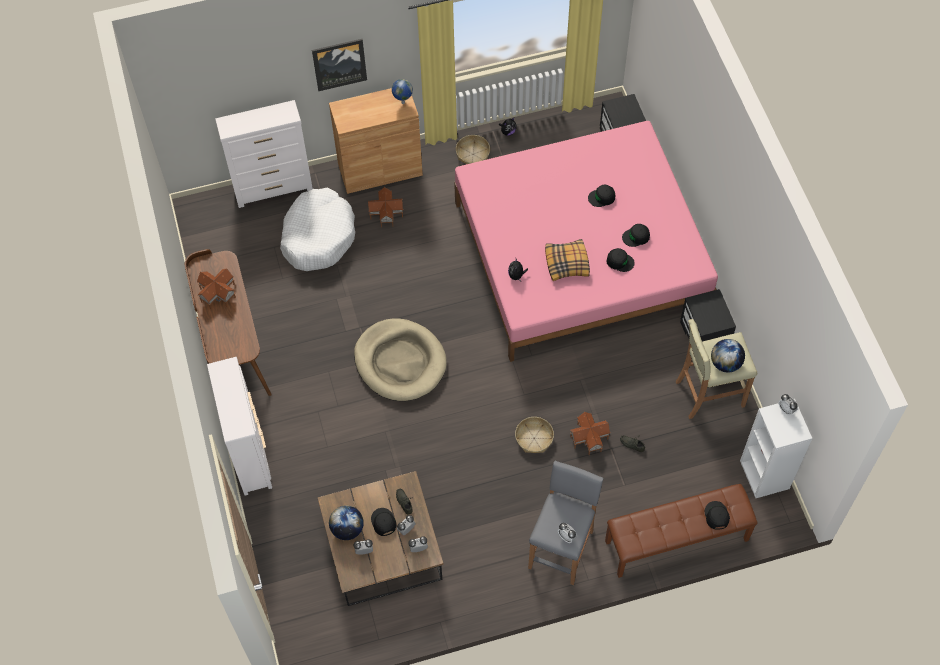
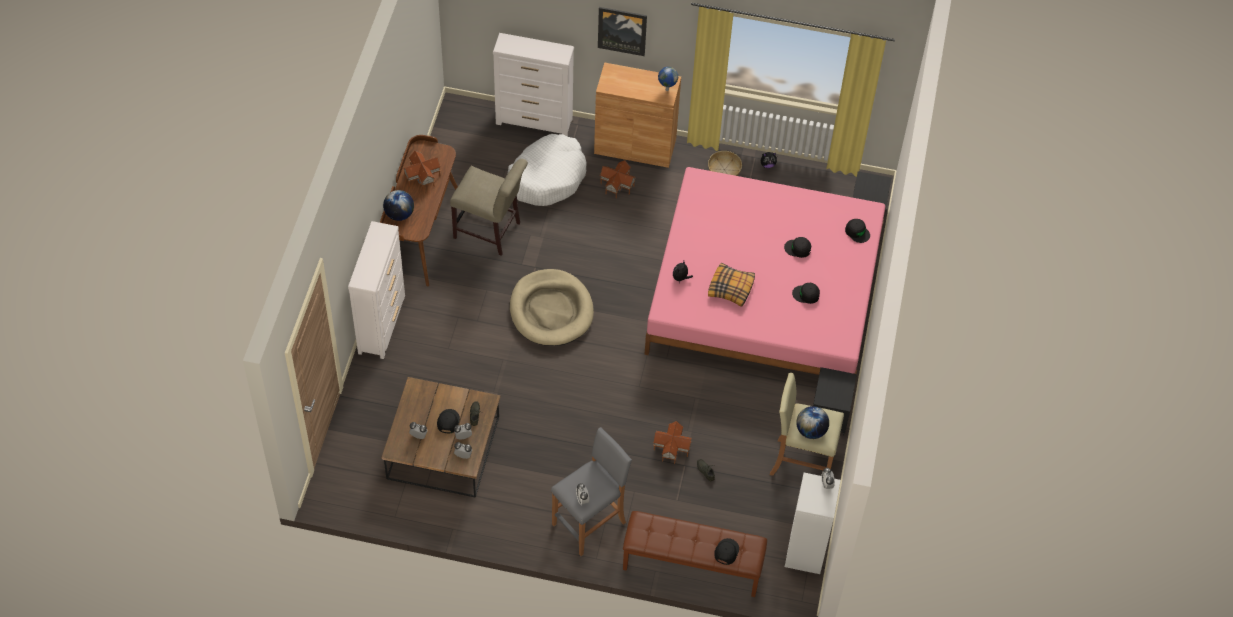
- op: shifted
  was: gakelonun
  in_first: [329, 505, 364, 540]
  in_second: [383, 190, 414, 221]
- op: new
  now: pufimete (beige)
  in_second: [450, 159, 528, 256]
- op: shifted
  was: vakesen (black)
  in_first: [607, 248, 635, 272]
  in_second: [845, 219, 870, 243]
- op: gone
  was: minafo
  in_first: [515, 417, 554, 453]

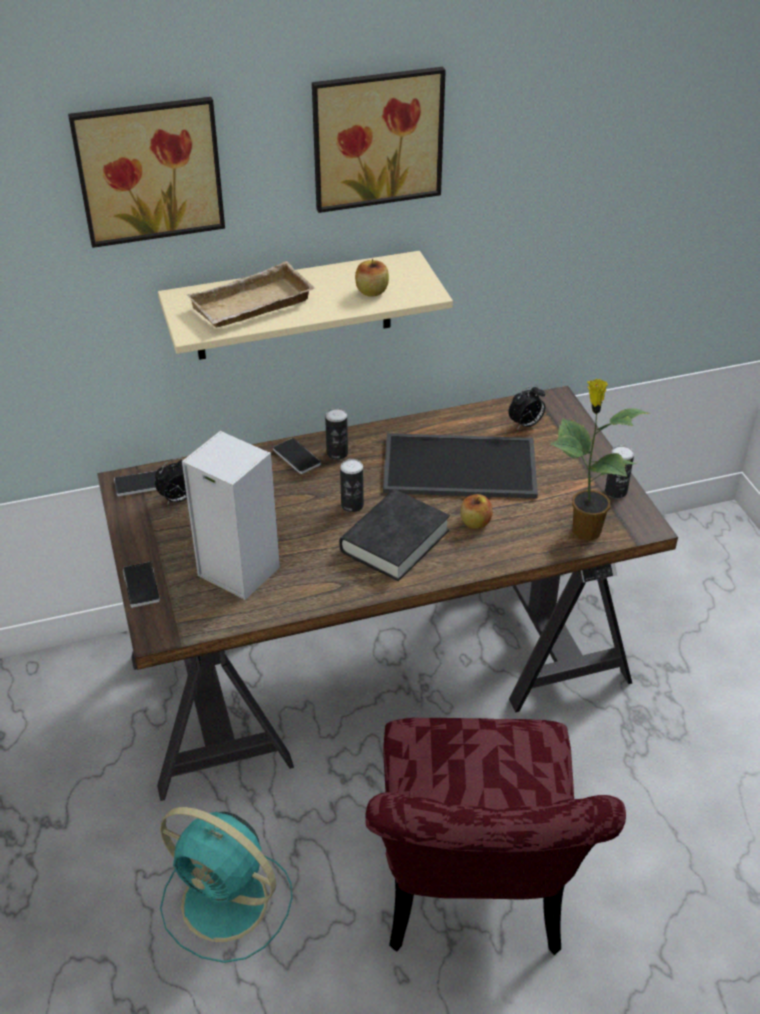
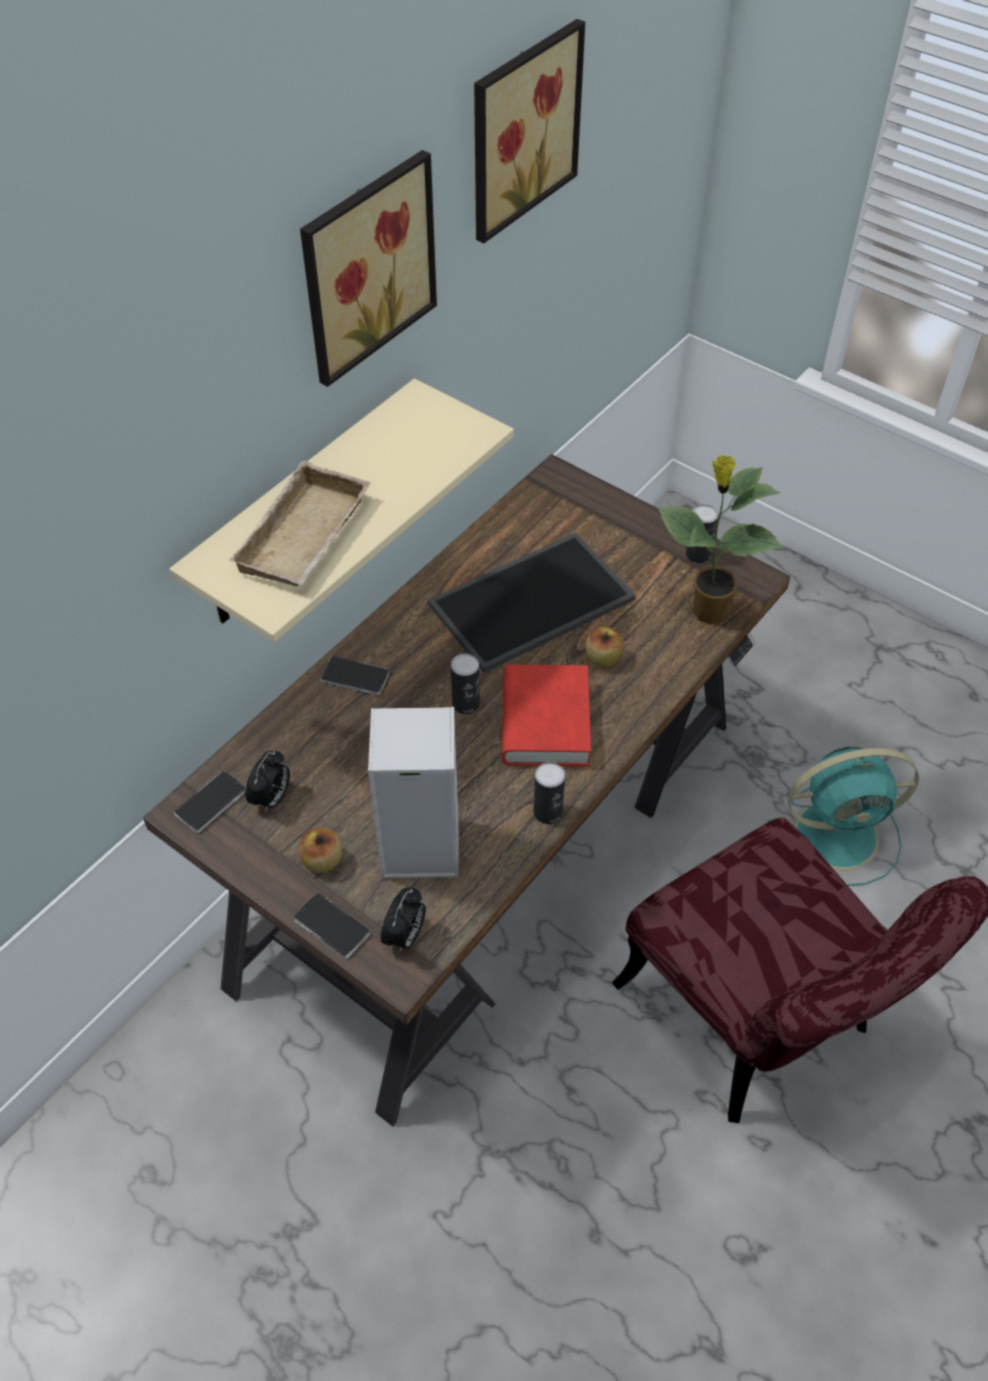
- op: shifted
  was: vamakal
  in_first: [355, 259, 389, 297]
  in_second: [299, 827, 342, 873]
- op: shifted
  was: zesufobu
  in_first: [508, 384, 545, 430]
  in_second: [381, 887, 426, 952]
- op: shifted
  was: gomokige
  in_first: [68, 97, 225, 248]
  in_second: [474, 19, 585, 243]
- op: repainted
  was: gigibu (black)
  now: gigibu (red)
  in_first: [339, 490, 450, 581]
  in_second: [502, 665, 591, 766]
- op: shifted
  was: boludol
  in_first: [325, 408, 348, 460]
  in_second: [533, 762, 565, 824]
- op: shifted
  was: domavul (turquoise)
  in_first: [160, 807, 292, 963]
  in_second: [768, 747, 919, 886]

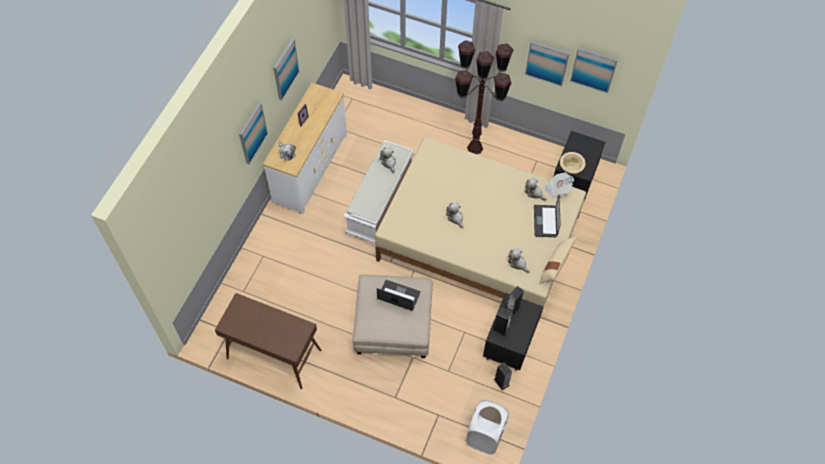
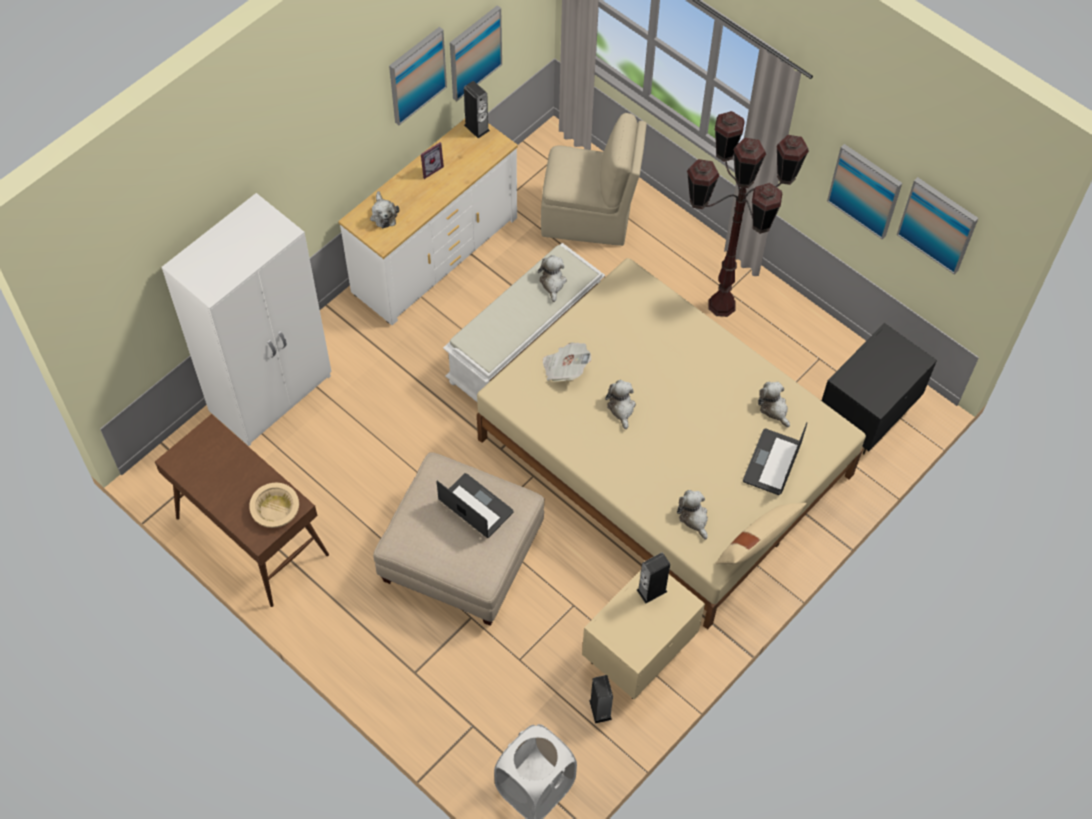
- op: new
  now: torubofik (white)
  in_second: [162, 193, 332, 446]
- op: shifted
  was: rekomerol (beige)
  in_first: [560, 152, 585, 174]
  in_second: [249, 483, 299, 528]
- op: shifted
  was: gomokige
  in_first: [239, 103, 268, 165]
  in_second: [450, 5, 502, 101]
- op: shifted
  was: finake
  in_first: [492, 307, 512, 336]
  in_second: [464, 81, 490, 139]
- op: new
  now: pufimete (beige)
  in_second: [541, 113, 647, 246]
- op: shifted
  was: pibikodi
  in_first: [544, 172, 574, 198]
  in_second: [543, 342, 591, 381]
- op: repainted
  was: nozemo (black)
  now: nozemo (beige)
  in_first: [483, 293, 543, 371]
  in_second: [582, 570, 705, 699]

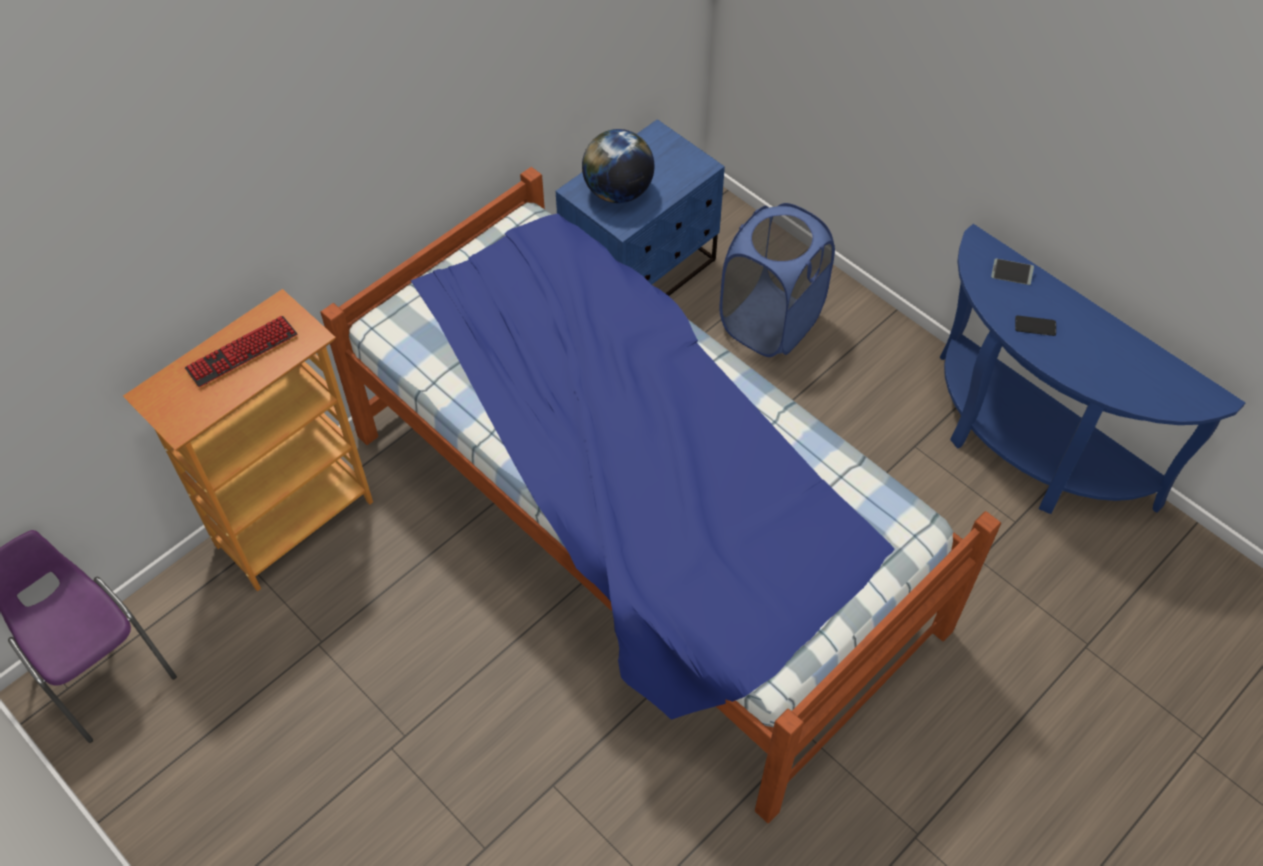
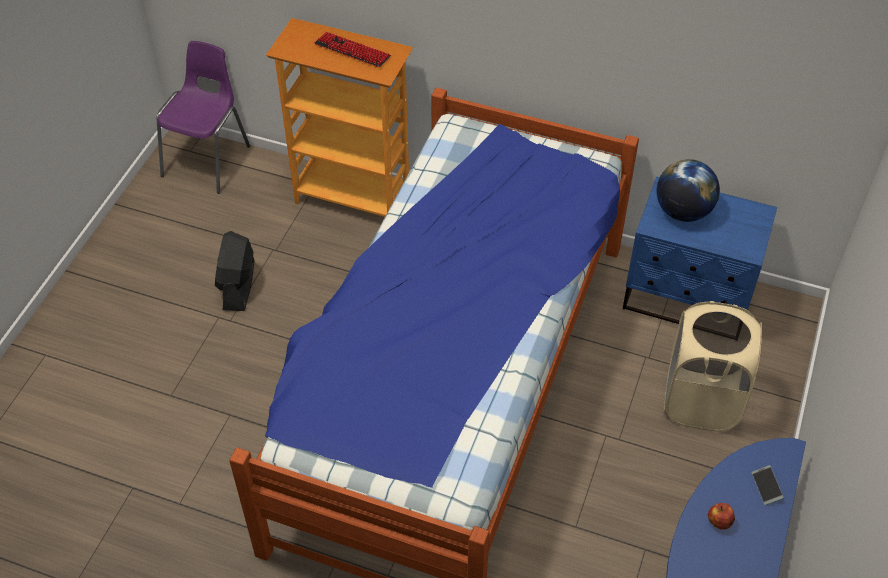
- op: new
  now: domavul (black)
  in_second: [215, 231, 254, 311]
- op: repainted
  was: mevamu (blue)
  now: mevamu (beige)
  in_first: [719, 203, 835, 357]
  in_second: [663, 301, 762, 432]
- op: swapped
  was: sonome
  now: vamakal
  in_first: [1015, 316, 1056, 336]
  in_second: [708, 503, 735, 530]

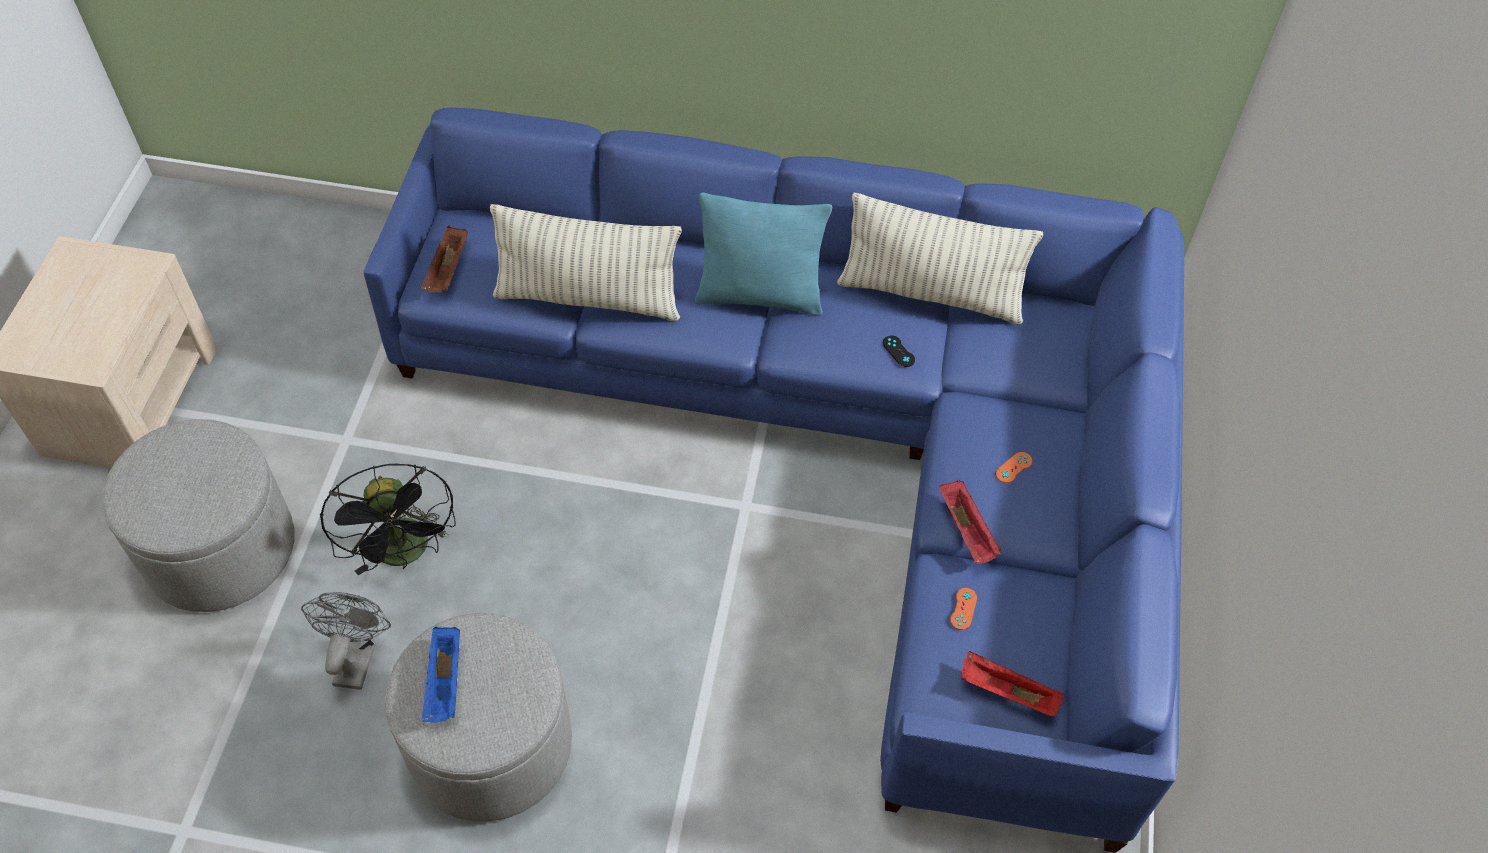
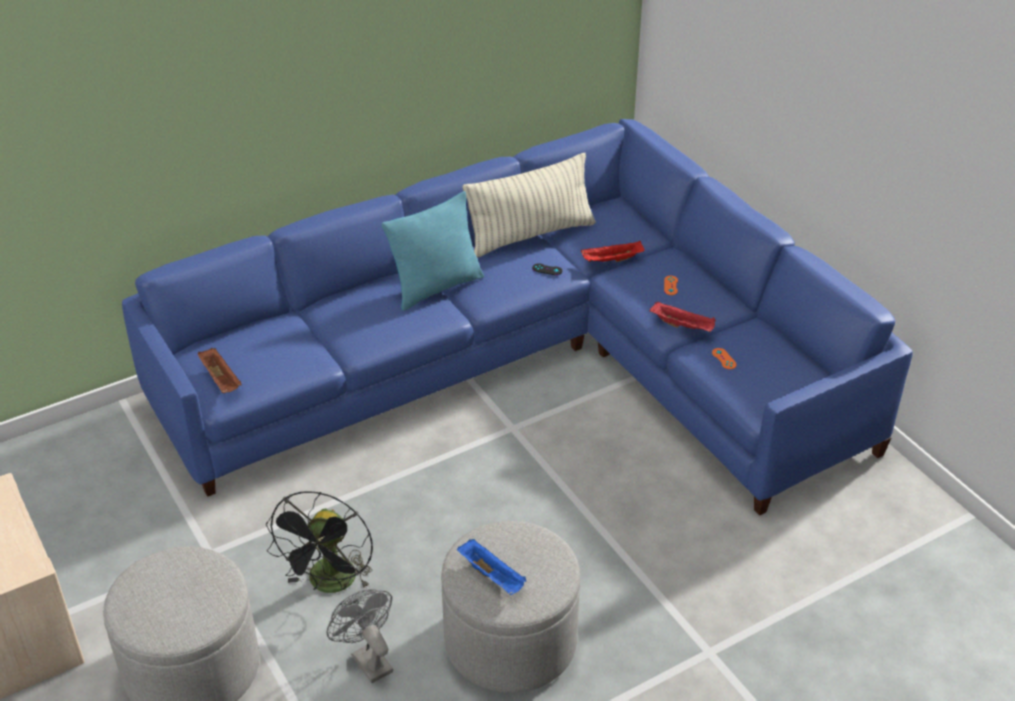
- op: rotated
  was: domavul (black)
  in_first: [320, 464, 456, 576]
  in_second: [266, 491, 373, 593]
  clockwise: 75
- op: shifted
  was: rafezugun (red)
  in_first: [961, 651, 1064, 716]
  in_second: [581, 241, 645, 262]
- op: gone
  was: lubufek
  in_first: [490, 204, 682, 322]

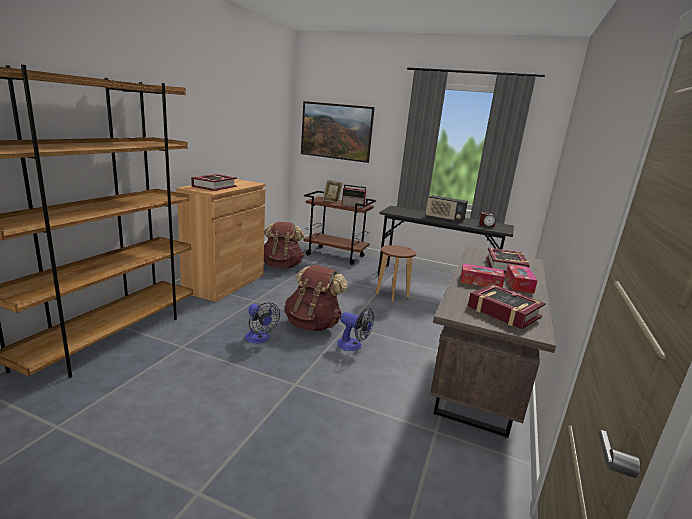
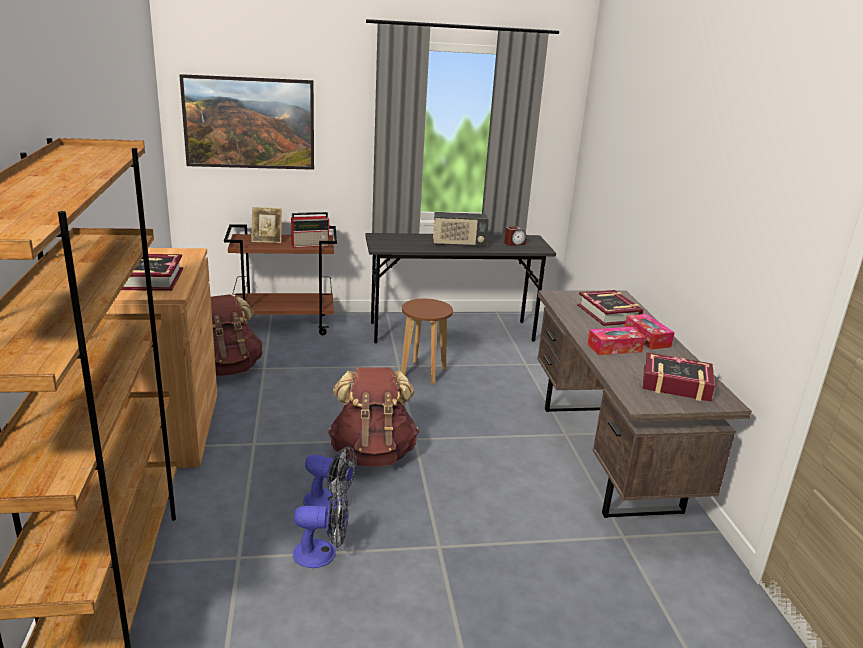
- op: shifted
  was: domavul
  in_first: [337, 308, 374, 351]
  in_second: [293, 489, 348, 568]

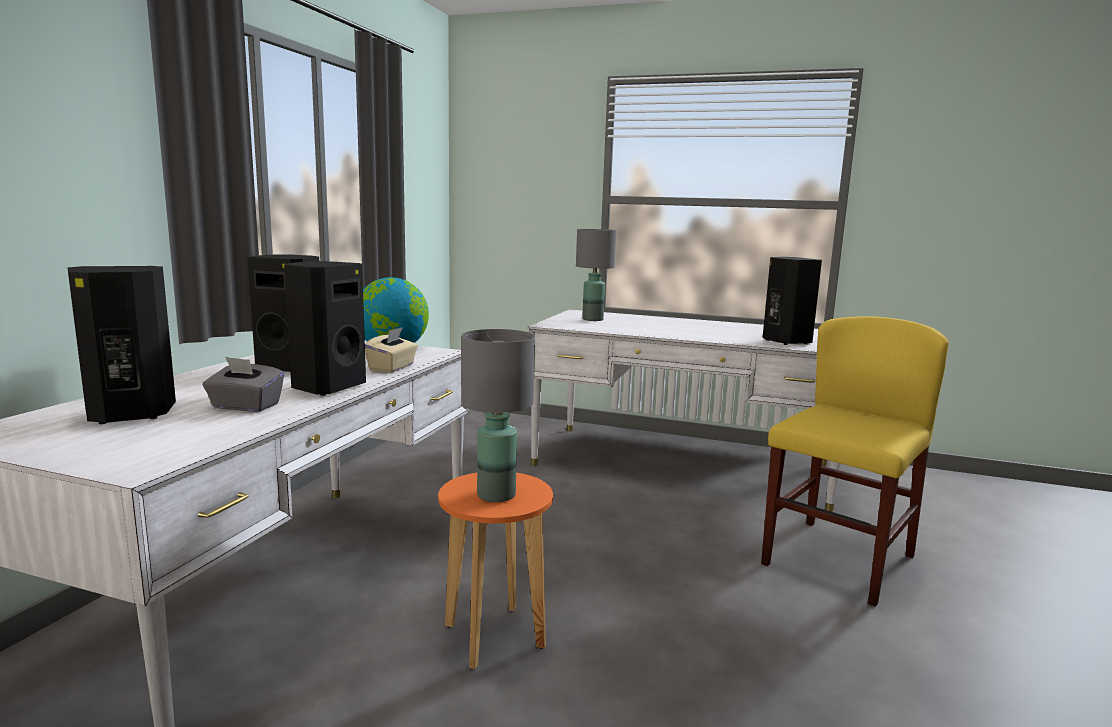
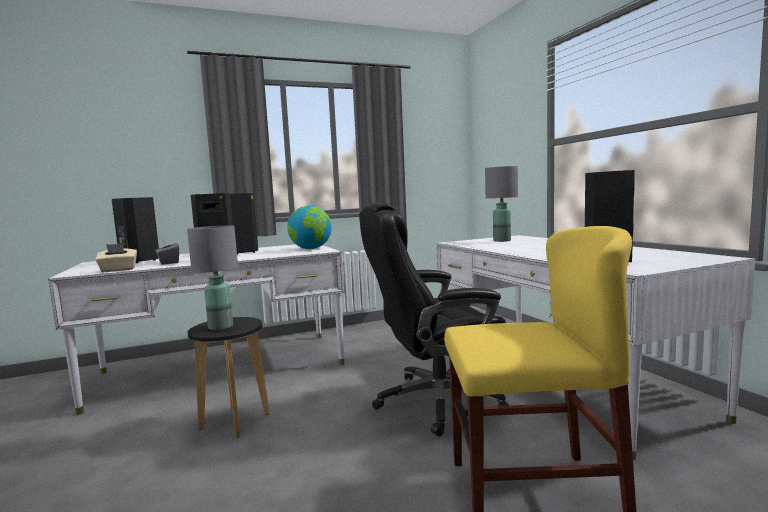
- op: shifted
  was: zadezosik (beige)
  in_first: [365, 327, 418, 373]
  in_second: [95, 243, 137, 272]
- op: repainted
  was: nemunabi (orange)
  now: nemunabi (black)
  in_first: [438, 473, 553, 669]
  in_second: [188, 317, 270, 437]
- op: new
  now: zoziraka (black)
  in_second: [359, 202, 509, 436]

